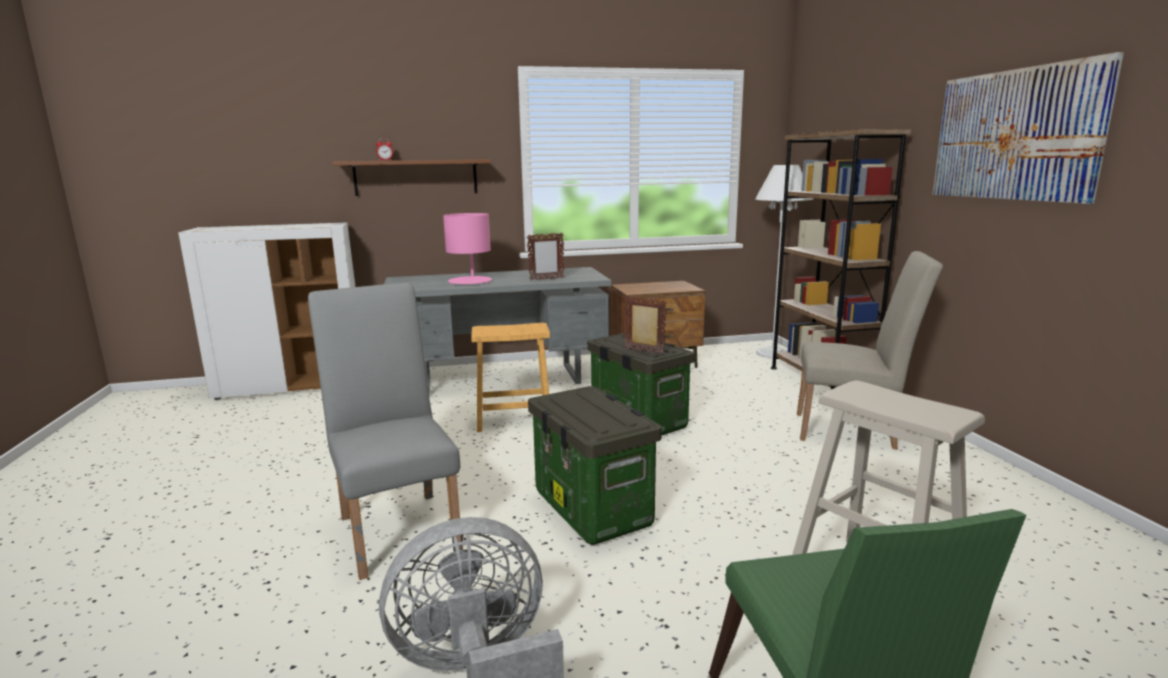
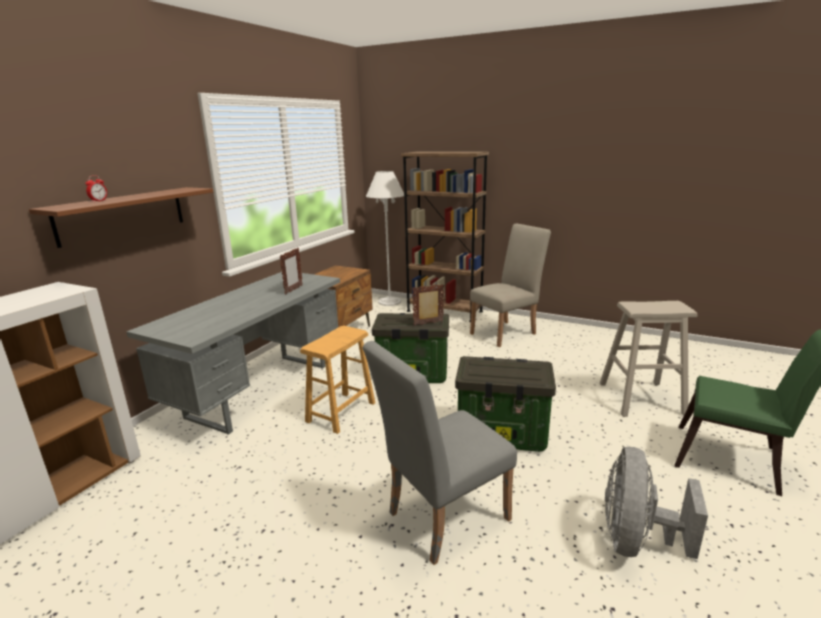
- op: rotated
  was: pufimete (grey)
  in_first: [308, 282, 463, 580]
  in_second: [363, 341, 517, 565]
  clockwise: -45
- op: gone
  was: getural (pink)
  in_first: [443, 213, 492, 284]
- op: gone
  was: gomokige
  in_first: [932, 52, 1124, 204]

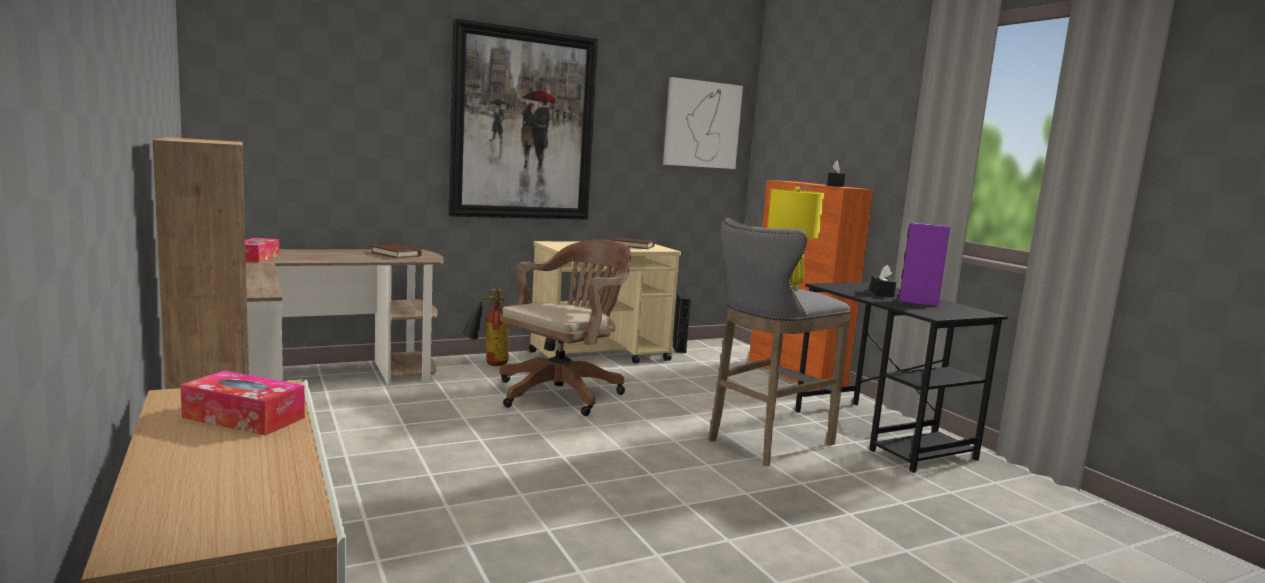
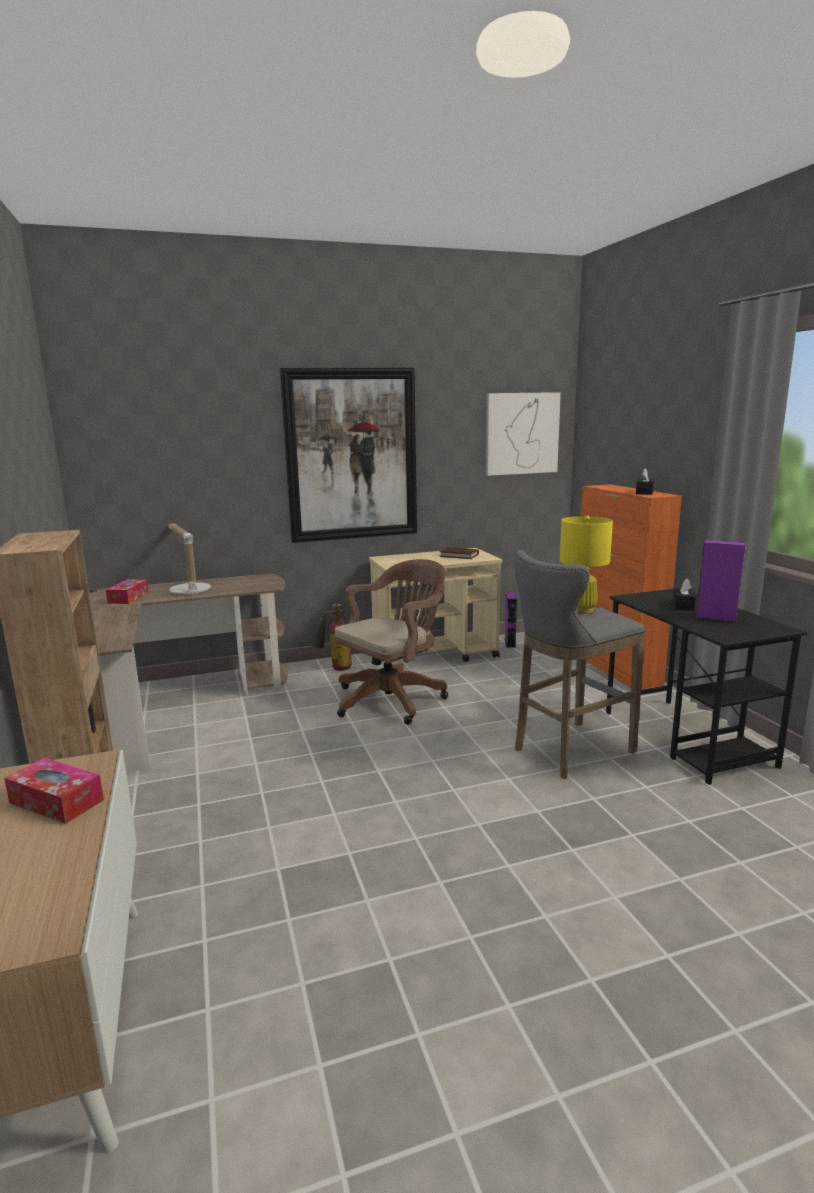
- op: new
  now: getural
  in_second: [169, 524, 211, 595]
- op: repainted
  was: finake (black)
  now: finake (purple)
  in_first: [673, 294, 691, 353]
  in_second: [505, 593, 517, 648]
- op: gone
  was: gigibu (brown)
  in_first: [371, 244, 422, 258]

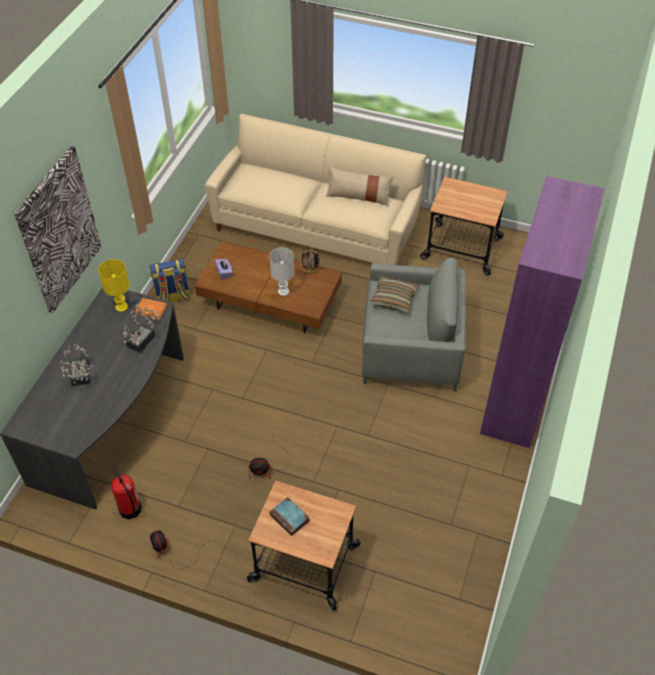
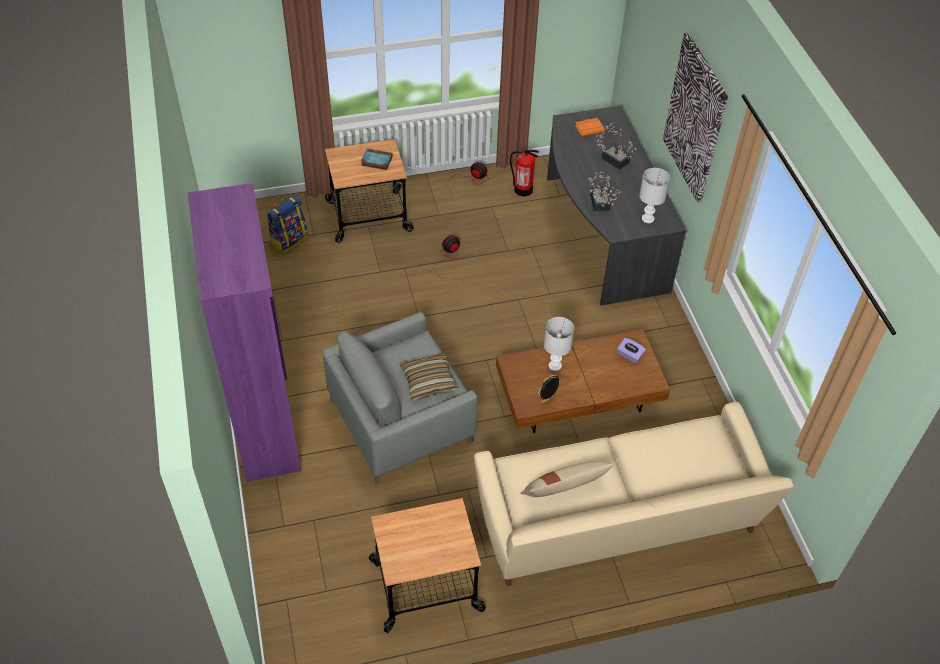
- op: shifted
  was: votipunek
  in_first: [150, 259, 191, 302]
  in_second: [267, 195, 308, 255]
- op: shifted
  was: gigibu (orange)
  in_first: [135, 298, 167, 320]
  in_second: [575, 118, 605, 137]
- op: repainted
  was: getural (yellow)
  now: getural (white)
  in_first: [98, 259, 129, 312]
  in_second: [639, 168, 670, 223]

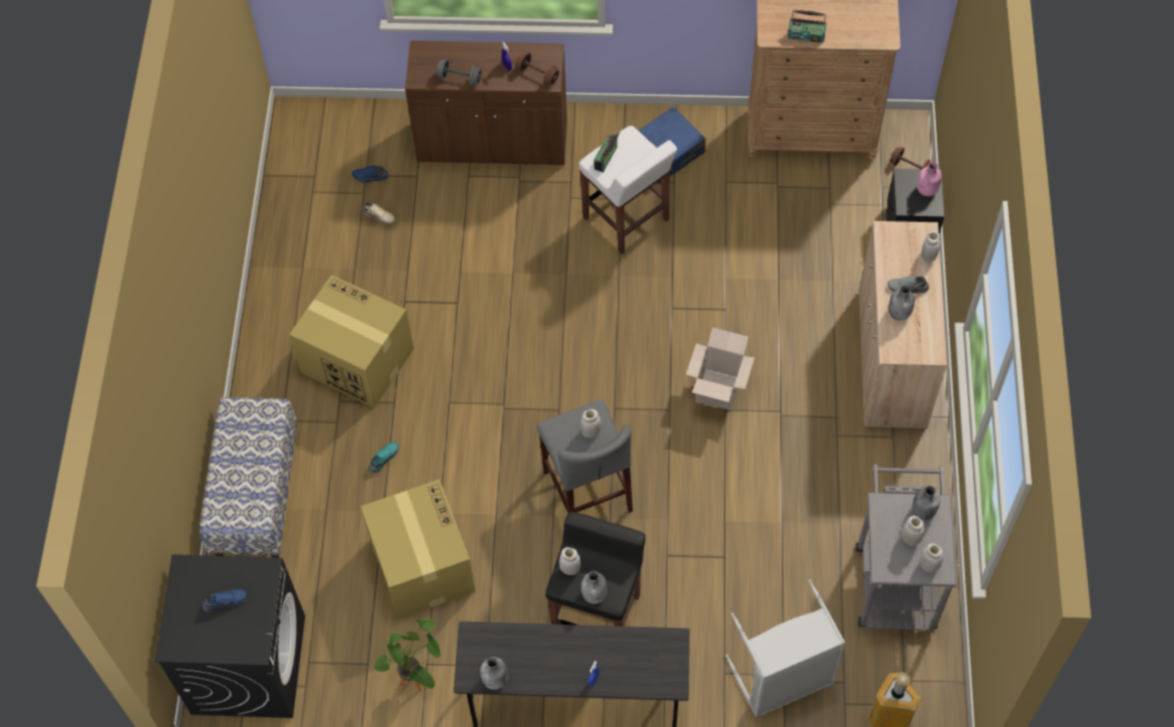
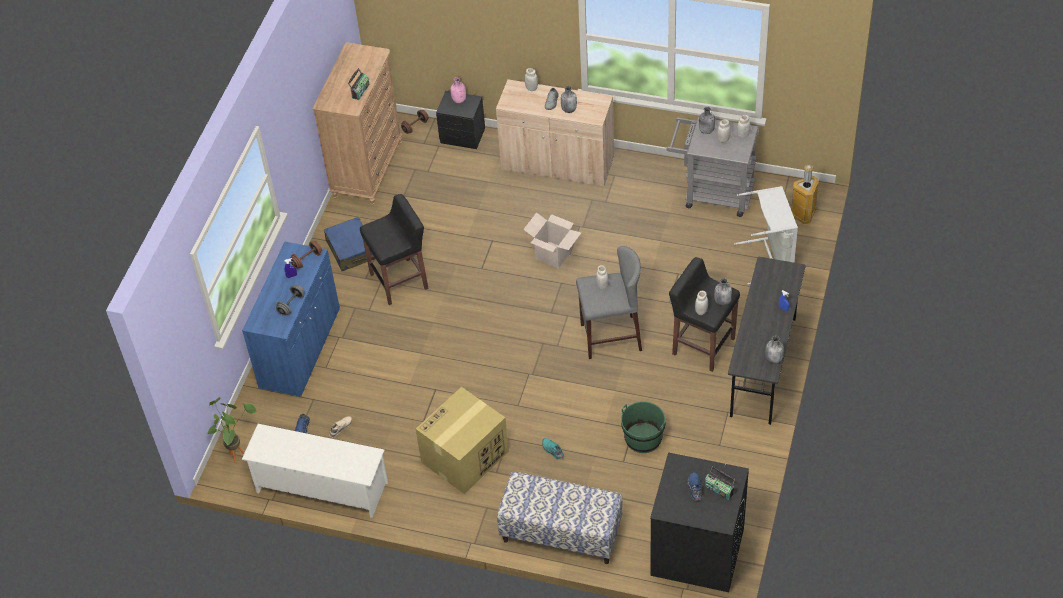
- op: shifted
  was: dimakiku
  in_first: [372, 619, 442, 691]
  in_second: [208, 397, 256, 464]
- op: new
  now: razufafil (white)
  in_second: [241, 424, 388, 518]
- op: repainted
  was: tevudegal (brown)
  now: tevudegal (blue)
  in_first: [405, 40, 567, 165]
  in_second: [242, 242, 340, 397]
- op: repainted
  was: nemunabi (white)
  now: nemunabi (black)
  in_first: [579, 126, 677, 255]
  in_second: [360, 194, 429, 305]
- op: swapped
  was: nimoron
  now: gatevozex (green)
  in_first: [360, 479, 476, 619]
  in_second: [621, 401, 666, 453]
- op: shifted
  was: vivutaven
  in_first: [594, 132, 620, 172]
  in_second: [705, 466, 735, 500]

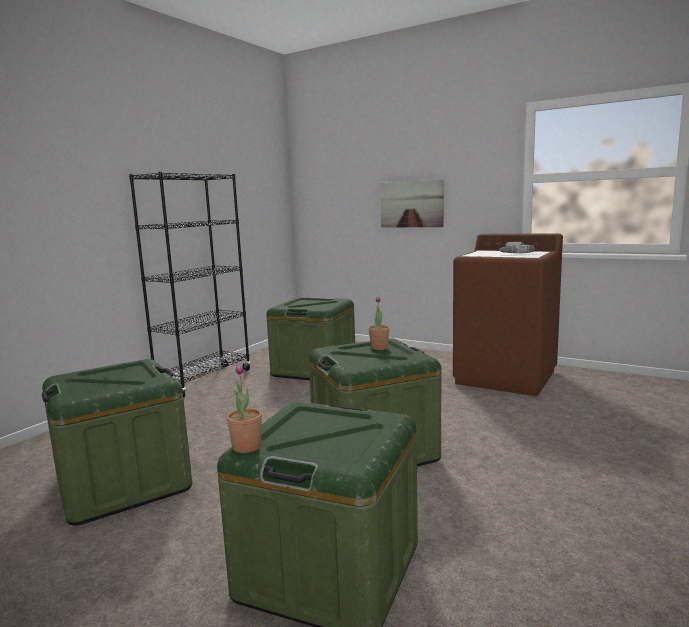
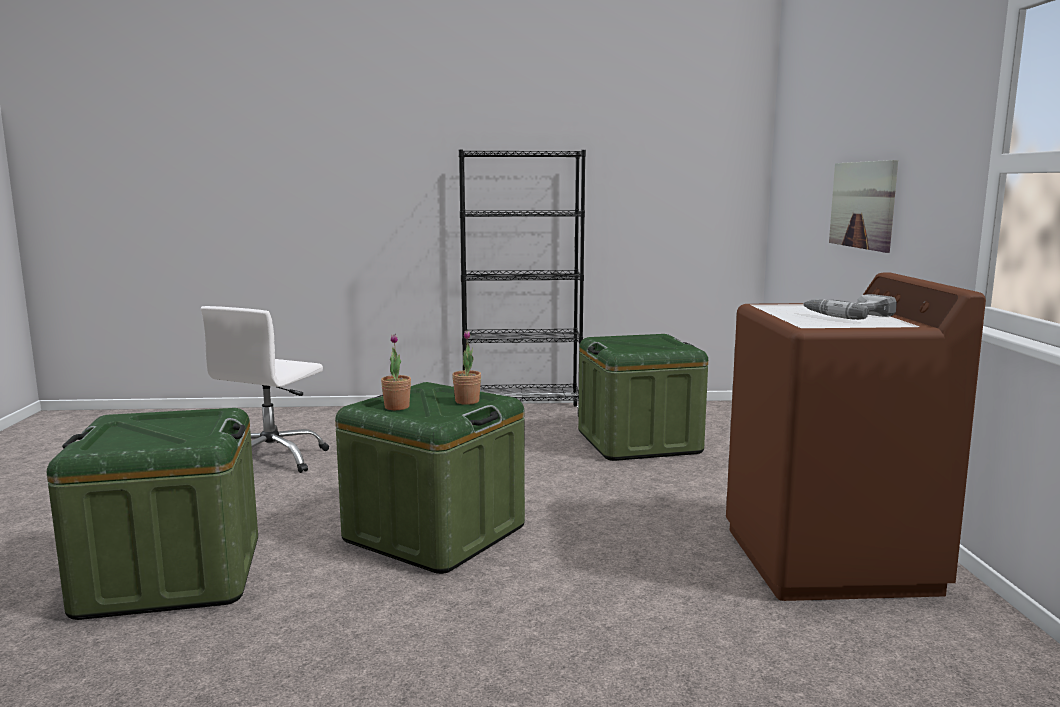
- op: swapped
  was: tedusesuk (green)
  now: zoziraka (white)
  in_first: [42, 359, 192, 526]
  in_second: [201, 306, 329, 473]
- op: shifted
  was: dimakiku
  in_first: [227, 364, 262, 453]
  in_second: [381, 334, 411, 410]

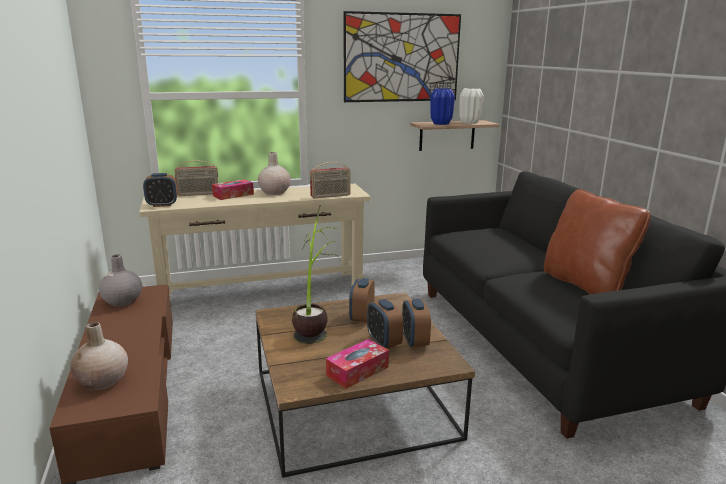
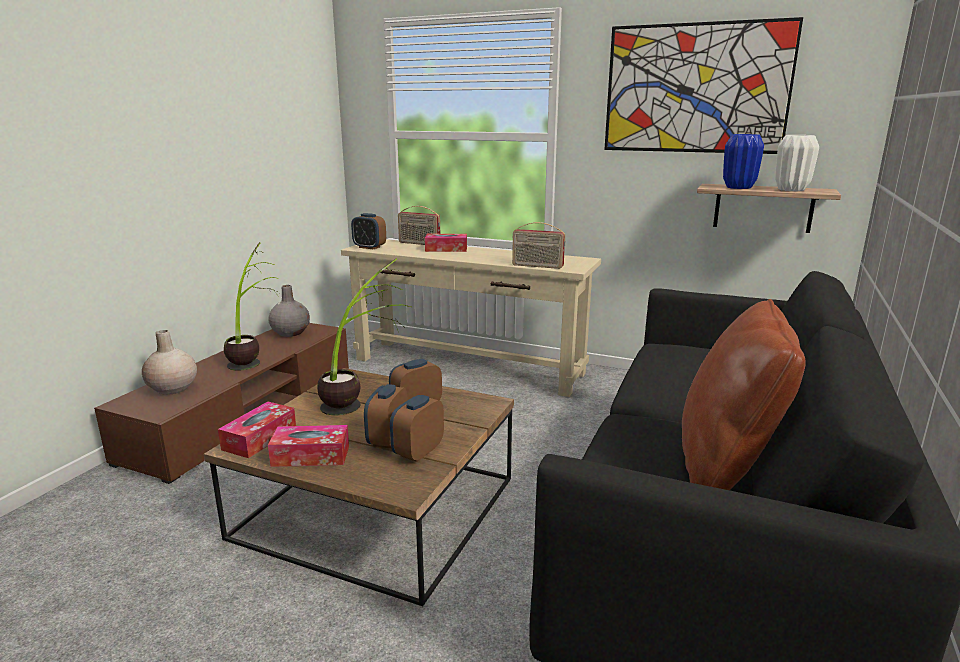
- op: new
  now: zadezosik
  in_second: [218, 402, 296, 458]
- op: new
  now: dimakiku
  in_second: [224, 242, 279, 371]
- op: gone
  was: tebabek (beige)
  in_first: [258, 152, 291, 195]

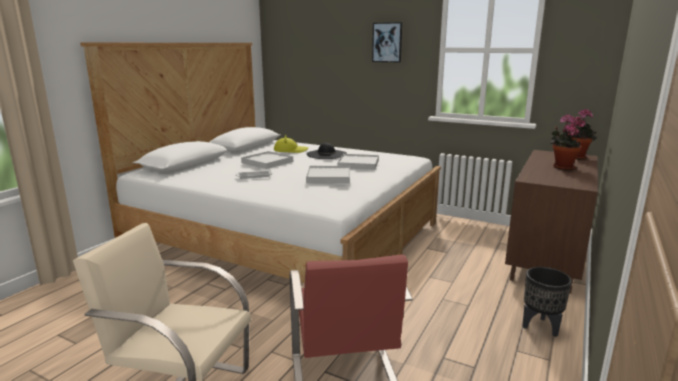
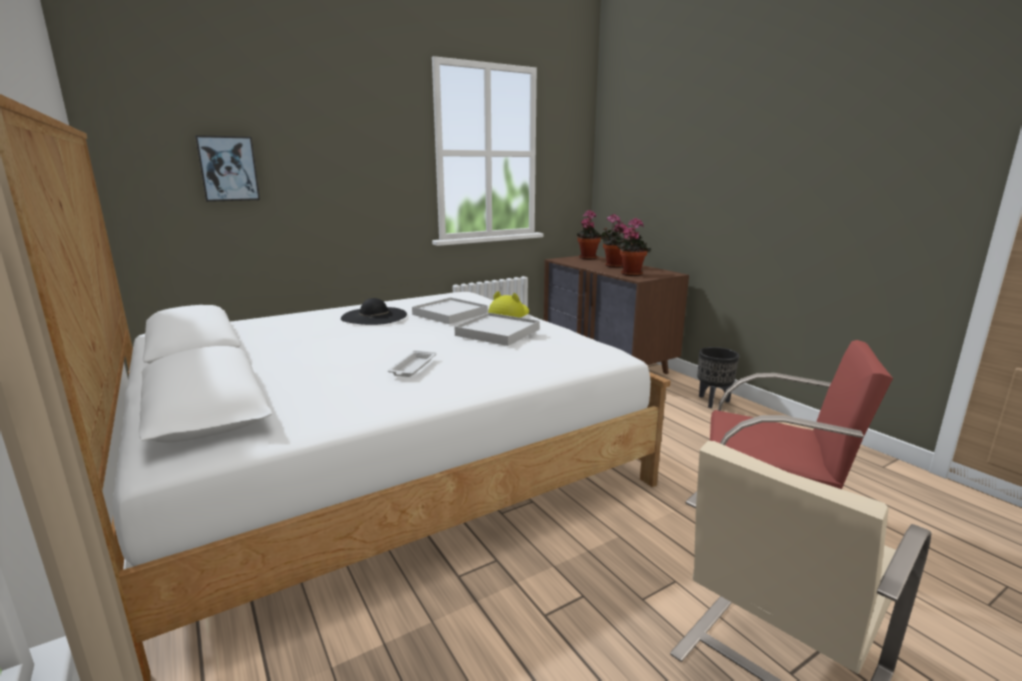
- op: shifted
  was: gomokige
  in_first: [372, 22, 402, 62]
  in_second: [195, 135, 260, 202]
- op: shifted
  was: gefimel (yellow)
  in_first: [274, 135, 308, 153]
  in_second: [488, 291, 529, 318]
- op: new
  now: dimakiku
  in_second: [617, 218, 651, 276]
- op: gone
  was: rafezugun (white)
  in_first: [241, 151, 293, 169]

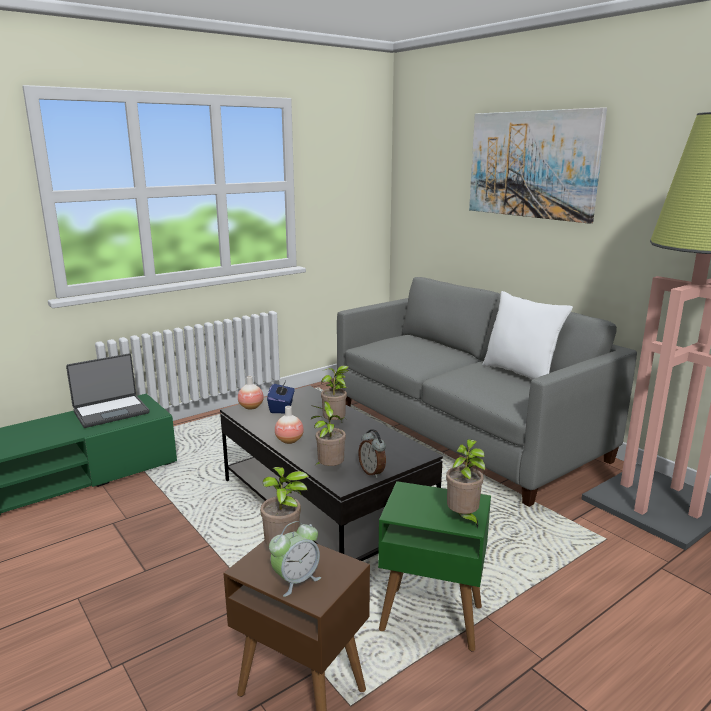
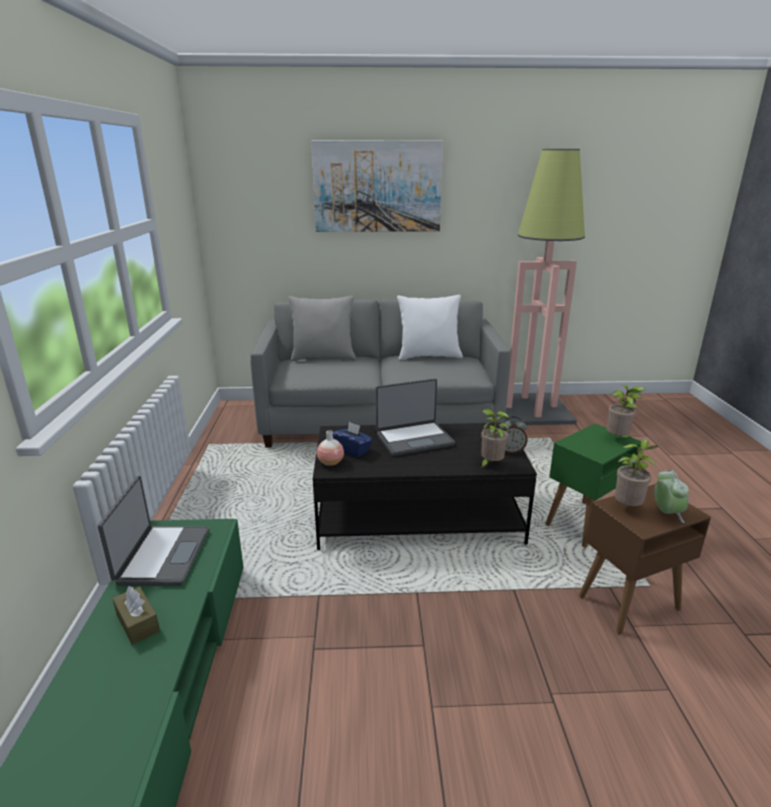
- op: new
  now: zadezosik (brown)
  in_second: [112, 586, 160, 645]
- op: new
  now: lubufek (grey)
  in_second: [288, 296, 356, 361]
- op: swapped
  was: dimakiku
  now: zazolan
  in_first: [321, 365, 349, 420]
  in_second: [376, 378, 455, 456]
- op: gone
  was: tebabek
  in_first: [275, 406, 304, 444]

